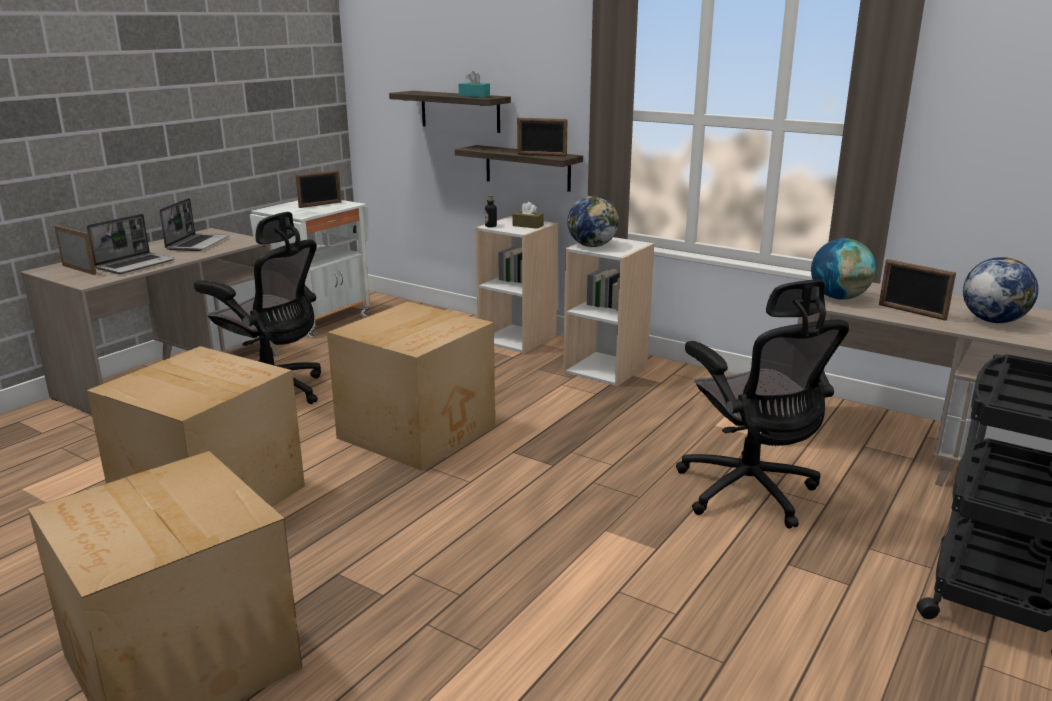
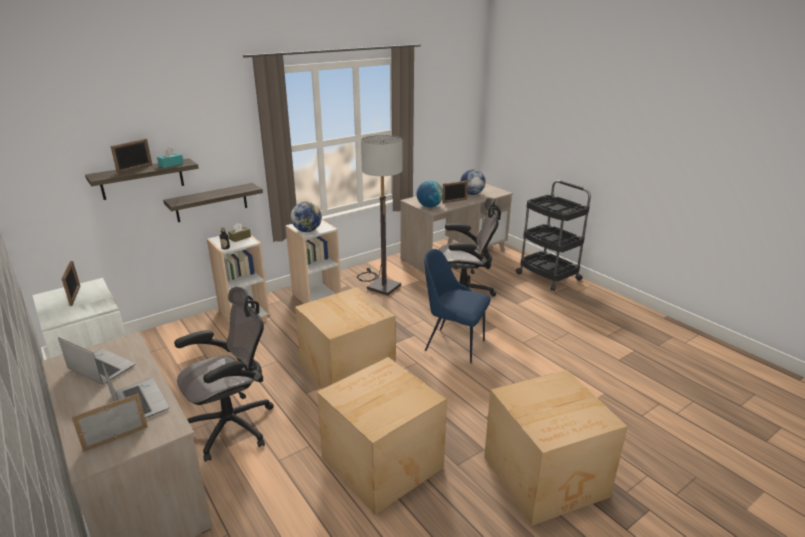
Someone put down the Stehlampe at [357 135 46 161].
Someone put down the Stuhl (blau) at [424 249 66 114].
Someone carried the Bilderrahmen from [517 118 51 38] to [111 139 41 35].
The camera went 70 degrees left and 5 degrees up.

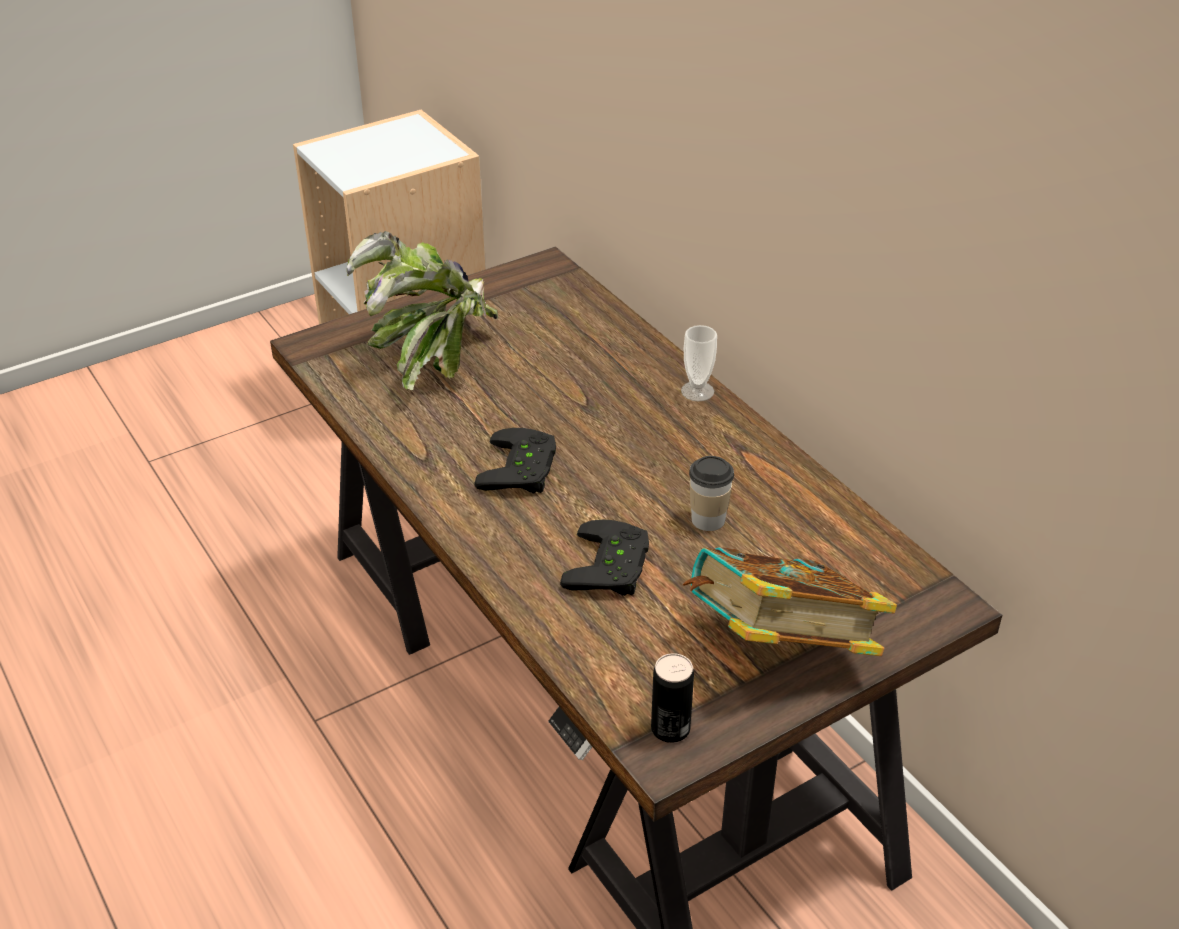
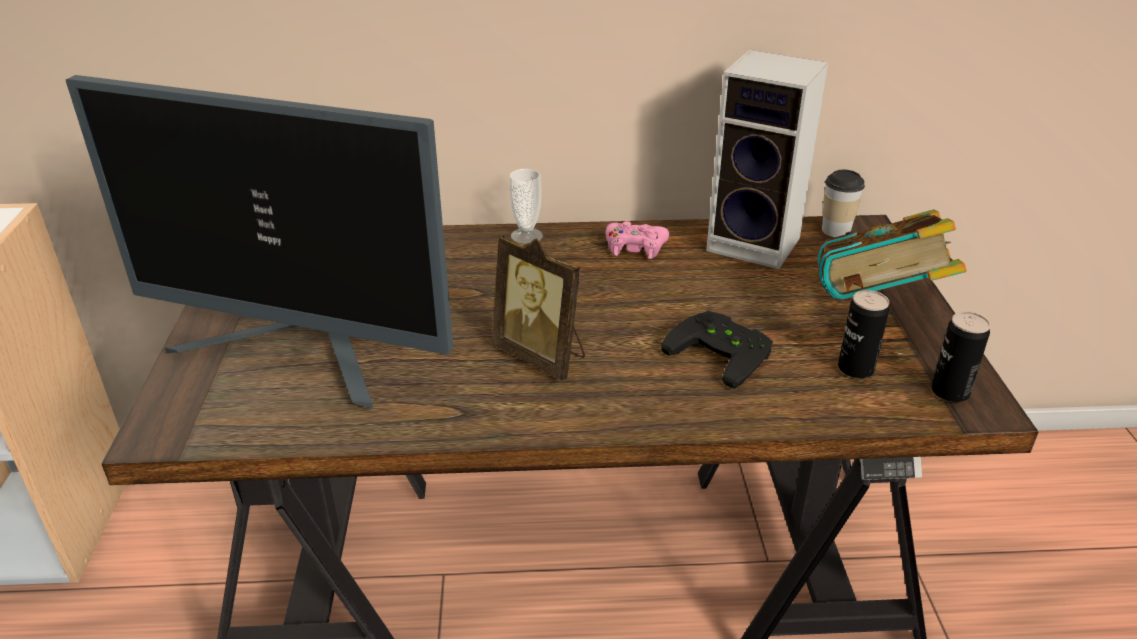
Someone put down the Gamepad (rosa) at [605 221 64 38].
Someone put down the Lautsprecher at [706 50 122 219].
Someone put down the Dose at [838 290 51 89].
Someone carried the Tasse from [689 456 45 75] to [822 170 43 67].
Someone swapped the Topfpflanze at [347 231 151 159] for the Monitor at [66 75 387 334].
Someone swapped the Gamepad (schwarz) at [474 428 82 66] for the Bilderrahmen at [492 234 93 146].
The camera went 60 degrees left and 5 degrees down.

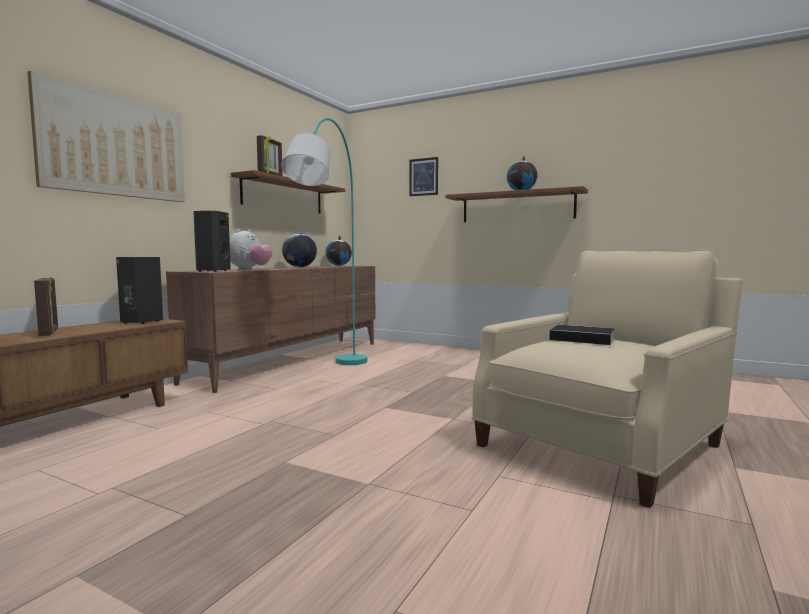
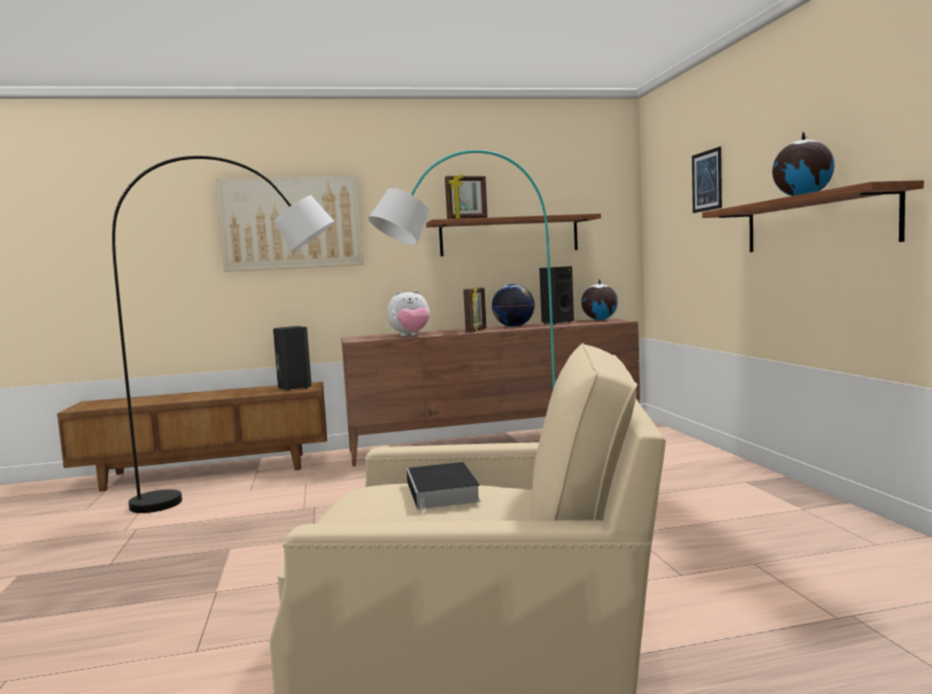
Someone put down the Stehlampe (grau) at [112 156 223 357].
Someone carried the Bilderrahmen from [34 277 24 59] to [463 287 23 45].
Someone carried the Lautsprecher (schwarz) from [193 211 38 61] to [539 266 35 58].
The camera went 50 degrees right and 0 degrees up.

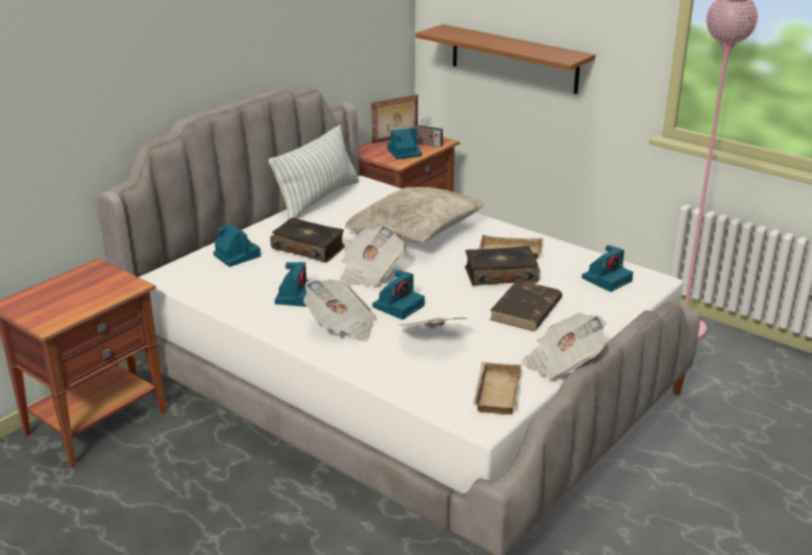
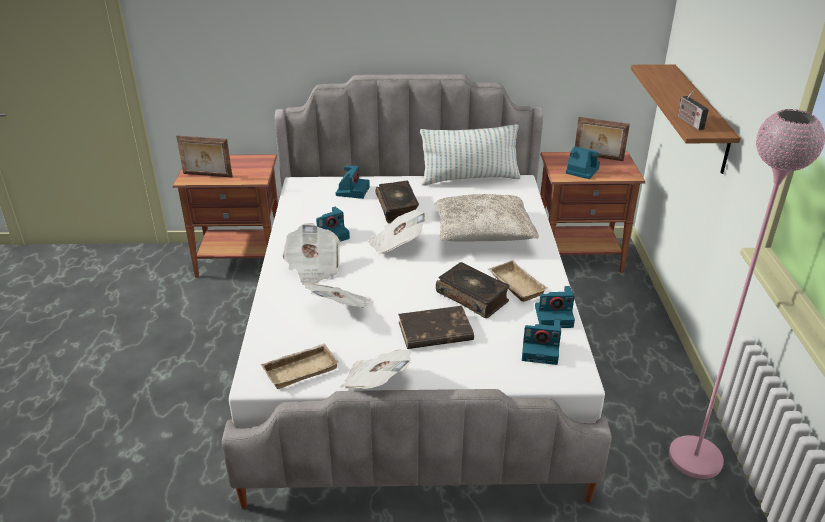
Someone put down the Bilderrahmen at [176 135 57 42].
Someone carried the Kamera from [372 270 53 50] to [535 286 40 42].
Someone carried the Radio from [411 118 32 29] to [678 89 31 41].
The camera went 50 degrees right and 5 degrees up.

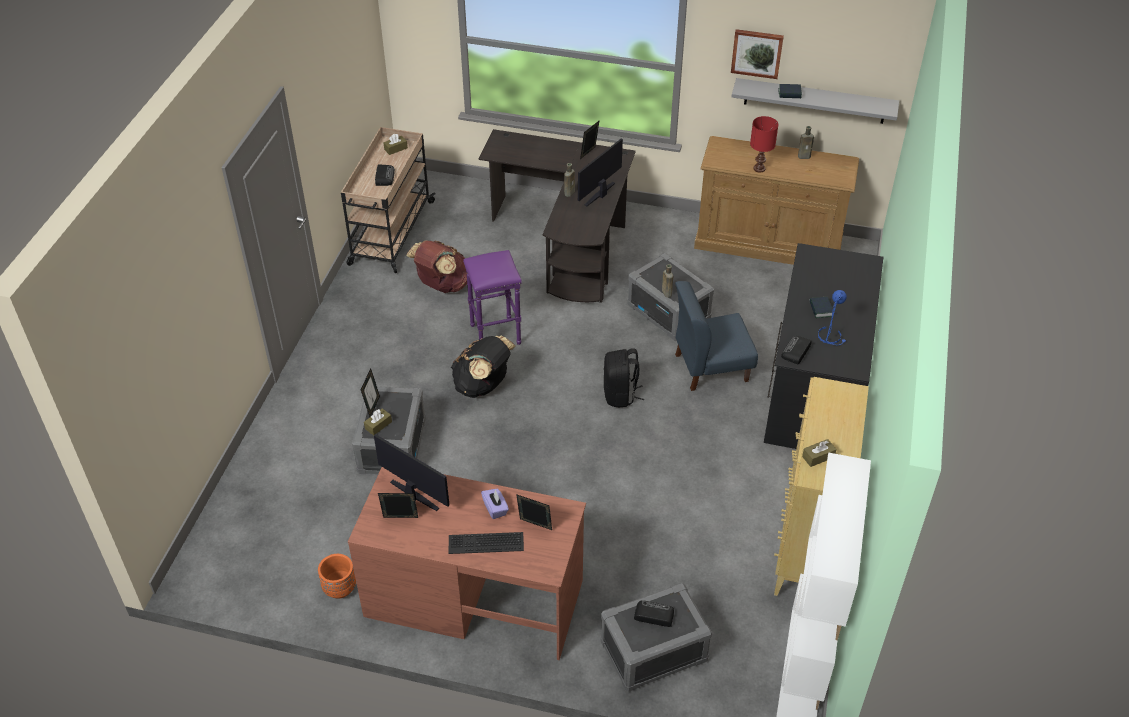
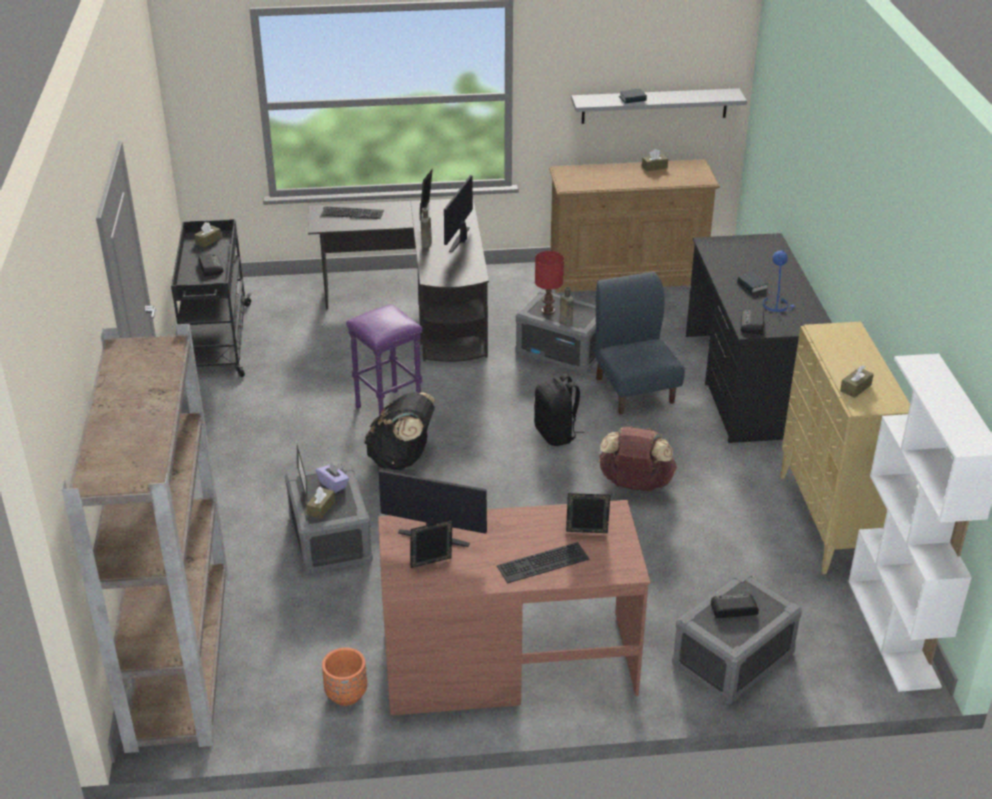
Someone took away the Bild at [731 29 53 50].
Someone put down the Bücherregal (braun) at [62 324 166 429].
Someone put down the Tastatur at [321 206 63 13].
Someone carried the Rucksack (braun) from [406 241 61 52] to [599 426 78 65].
Someone carried the Taschentuchbox (lila) from [481 489 28 30] to [316 462 33 31].
Someone carried the Tischlampe (rot) from [750 116 29 57] to [535 251 29 64].
Someone swapped the Flasche (braun) at [798 126 16 33] for the Taschentuchbox (braun) at [642 149 26 22].
Someone repainted the Rollwagen (beige) at [341 127 95 146], which became the Rollwagen (schwarz) at [171 219 81 158].
Someone rotated the Stuhl (blau) at [675 281 83 110] by 105 degrees clockwise.
The camera went 20 degrees left and 10 degrees down.

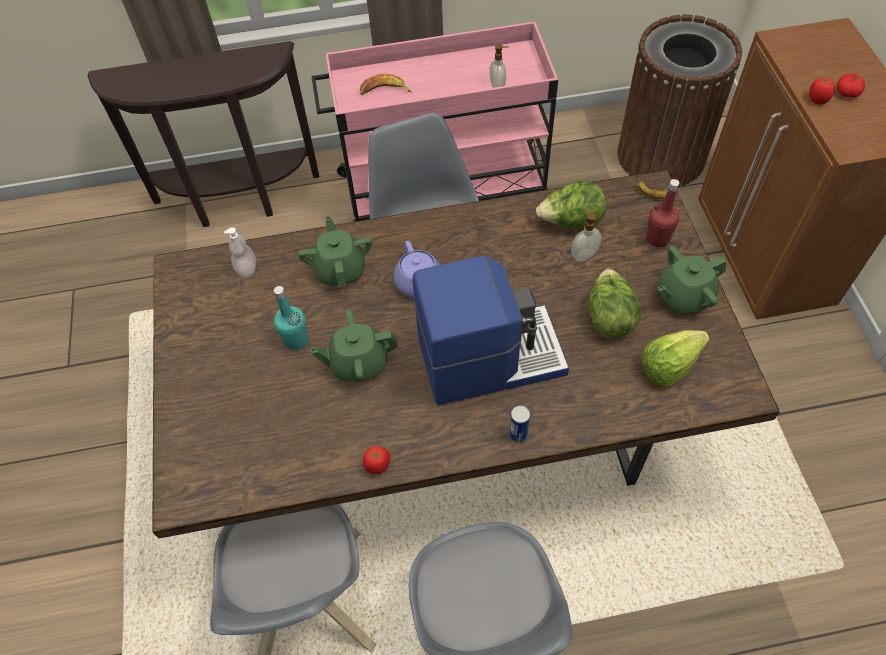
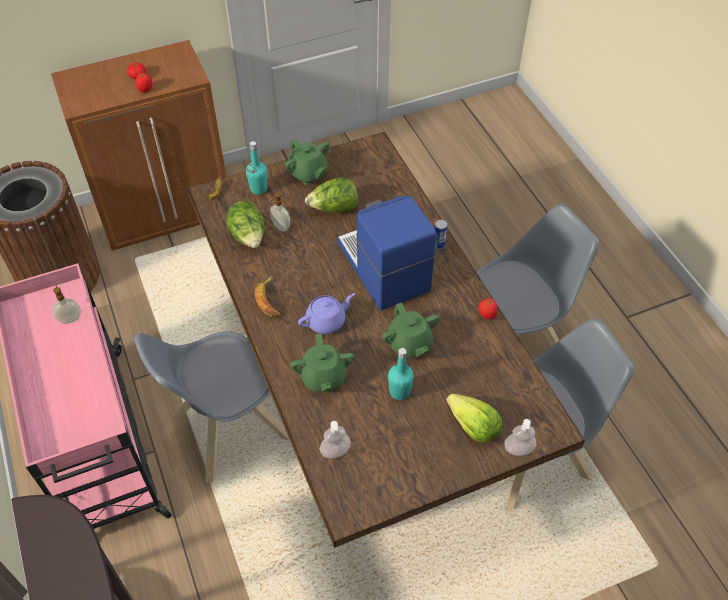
Someone put down the Seifenspender at [504 419 32 37].
Someone carried the Banane from [360 74 52 21] to [254 276 26 41].
Someone carried the Salatkopf from [642 330 68 56] to [446 394 56 49].
Someone repainted the Flasche (rot) at [646 179 33 68], which became the Flasche (türkis) at [246 141 21 54].
Someone rotated the Teekanne (grün) at [298 216 75 72] by 75 degrees counterclockwise.
The camera went 105 degrees left and 5 degrees down.

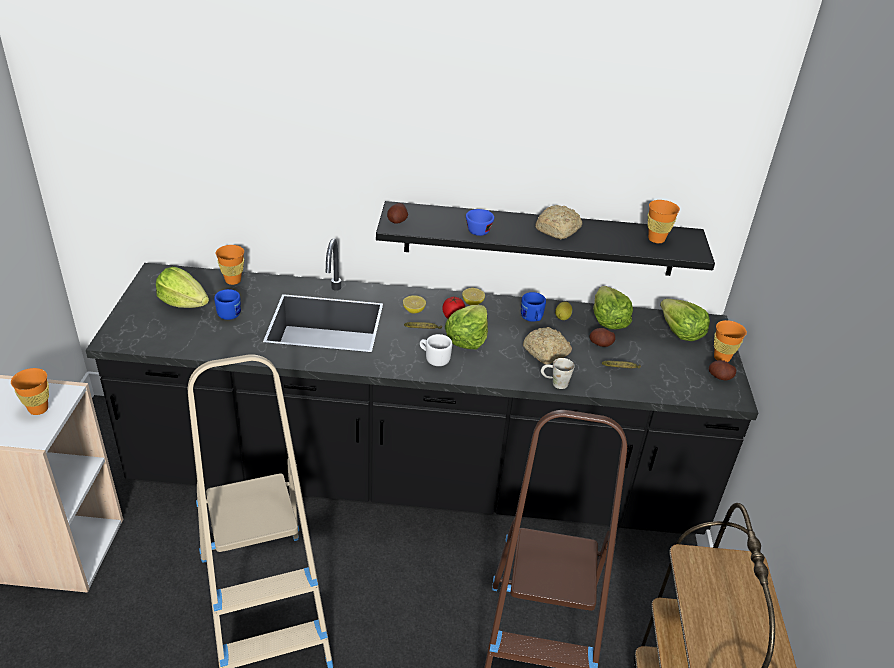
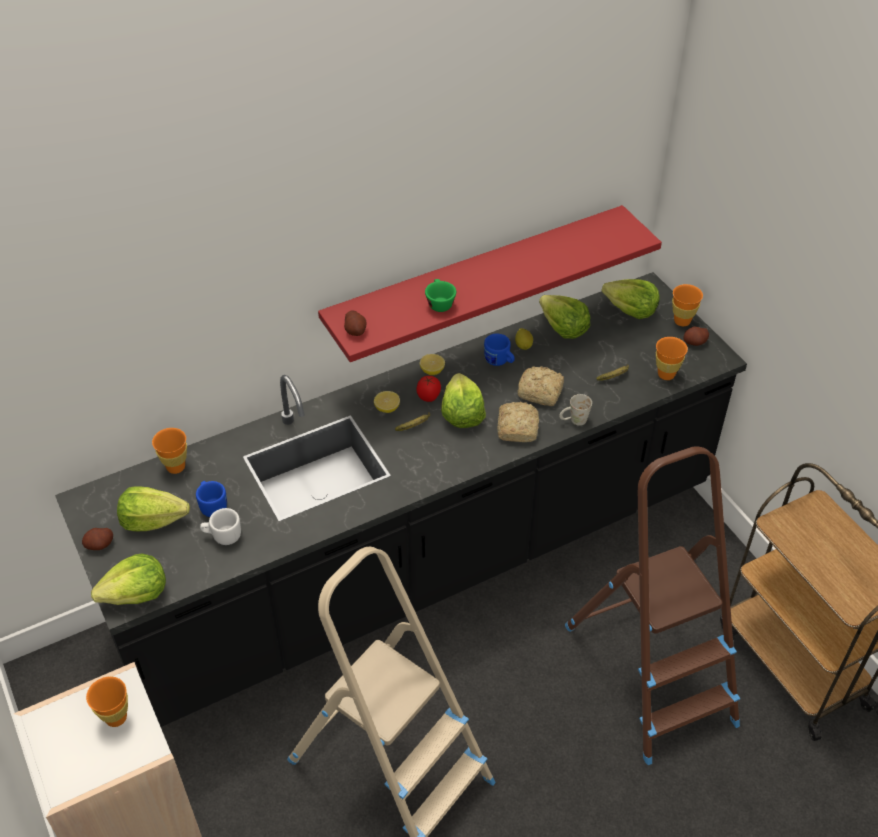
Someone put down the Salatkopf at [91 553 75 52].
Someone carried the Henkelbecher (weiß) from [420 334 32 32] to [200 508 41 37].
Someone carried the Brot from [535 205 47 34] to [497 402 42 40].
Someone carried the Kartoffel from [589 328 26 19] to [82 528 31 22].
Someone carried the Tasse (orange) from [648 200 32 43] to [656 337 32 43].
Someone repainted the Wandregal (schwarz) at [376 201 339 75], which became the Wandregal (rot) at [318 205 344 157].
Someone repainted the Tasse (blau) at [466 209 28 27], which became the Tasse (grün) at [425 279 31 33].
The camera went 30 degrees left and 10 degrees up.

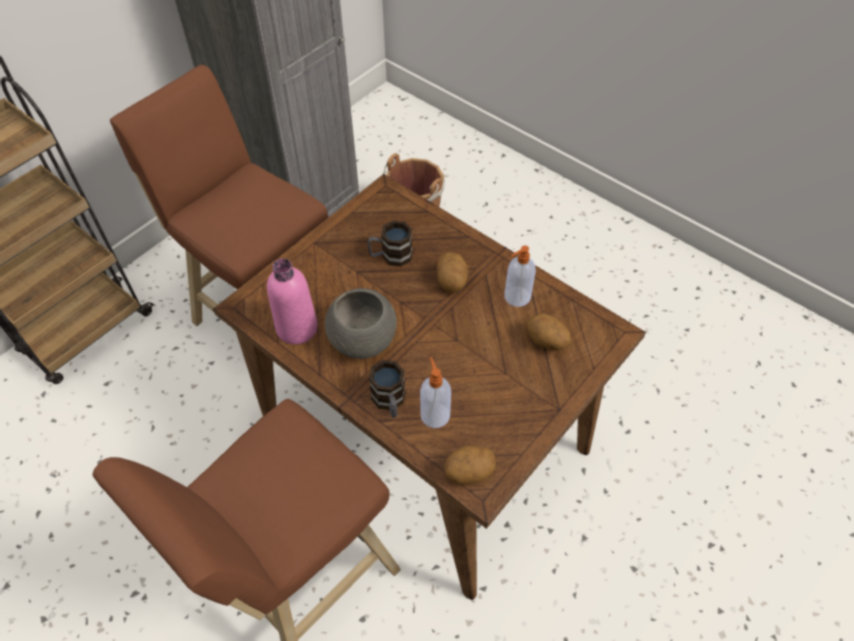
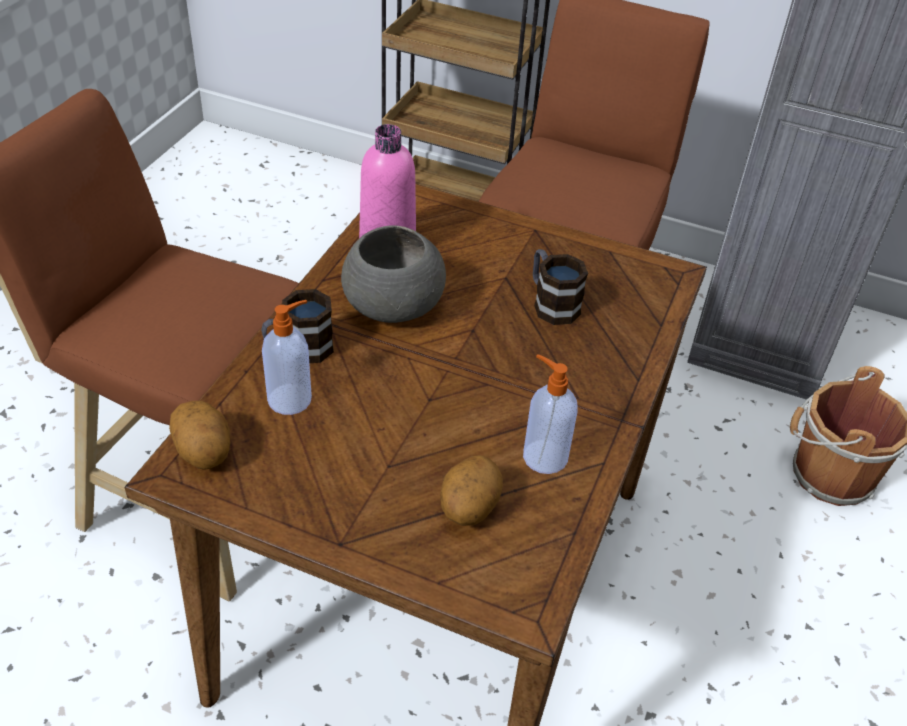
Someone took away the Kartoffel at [437 252 32 41].
The camera went 70 degrees right and 10 degrees down.

